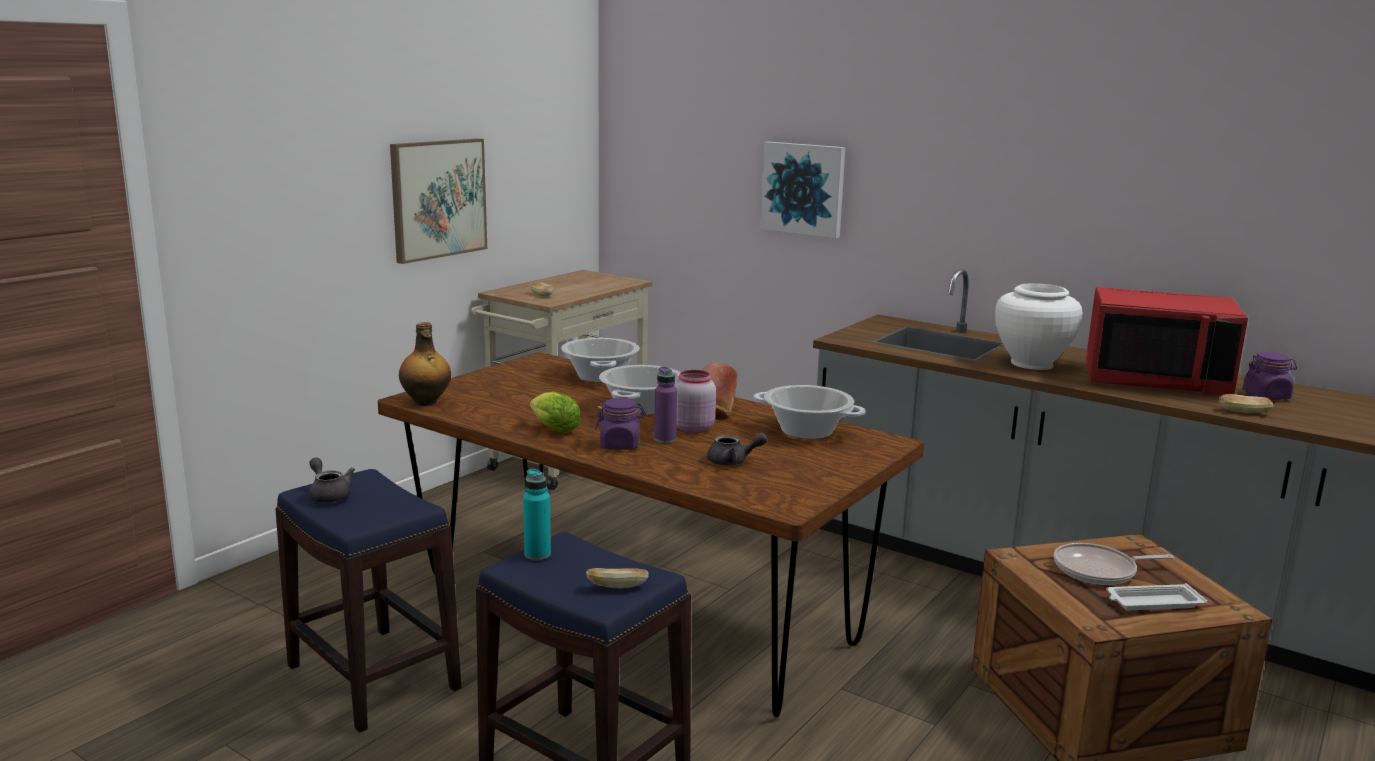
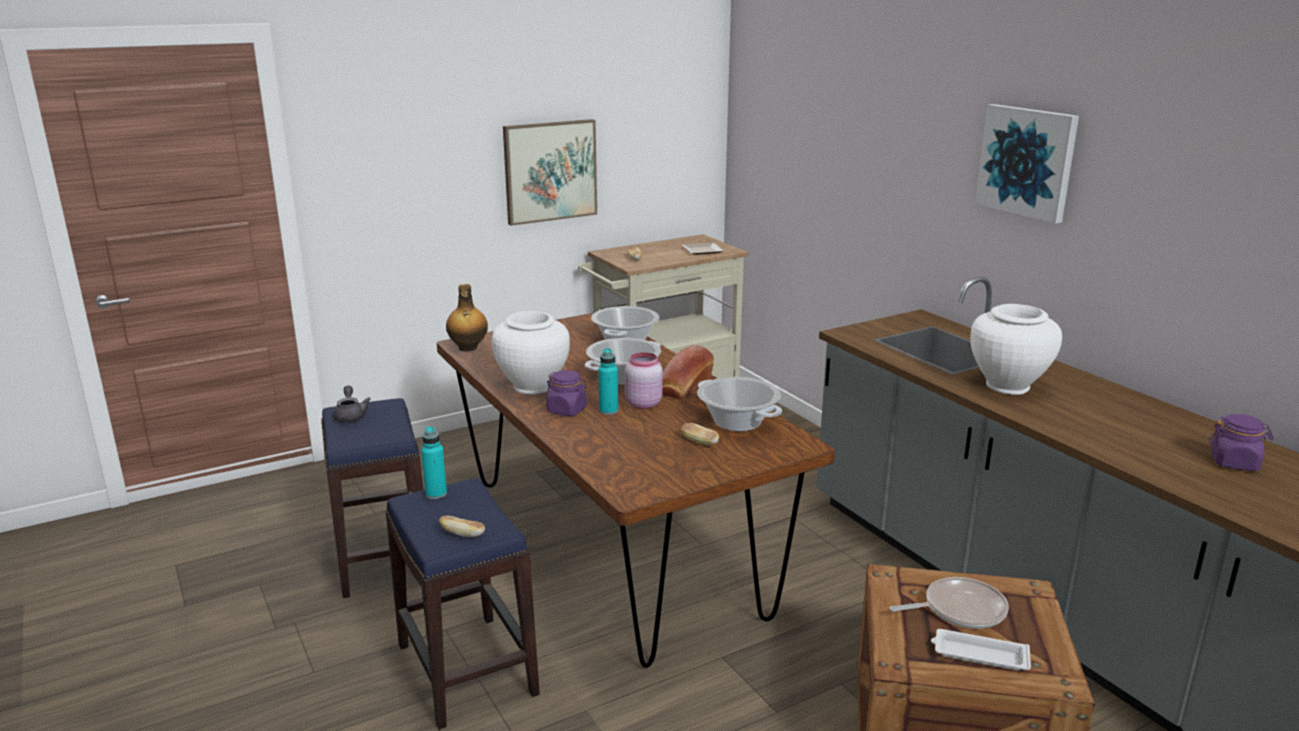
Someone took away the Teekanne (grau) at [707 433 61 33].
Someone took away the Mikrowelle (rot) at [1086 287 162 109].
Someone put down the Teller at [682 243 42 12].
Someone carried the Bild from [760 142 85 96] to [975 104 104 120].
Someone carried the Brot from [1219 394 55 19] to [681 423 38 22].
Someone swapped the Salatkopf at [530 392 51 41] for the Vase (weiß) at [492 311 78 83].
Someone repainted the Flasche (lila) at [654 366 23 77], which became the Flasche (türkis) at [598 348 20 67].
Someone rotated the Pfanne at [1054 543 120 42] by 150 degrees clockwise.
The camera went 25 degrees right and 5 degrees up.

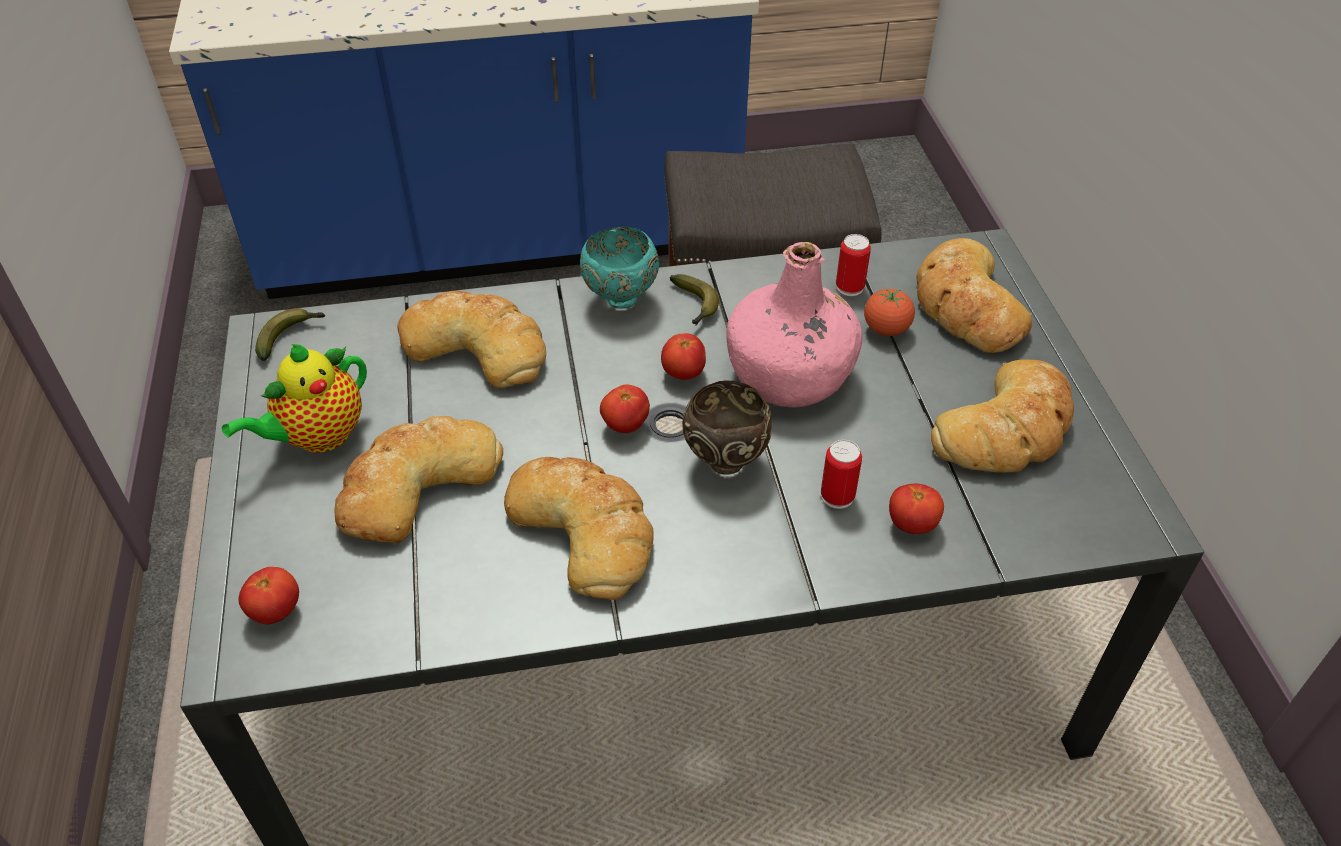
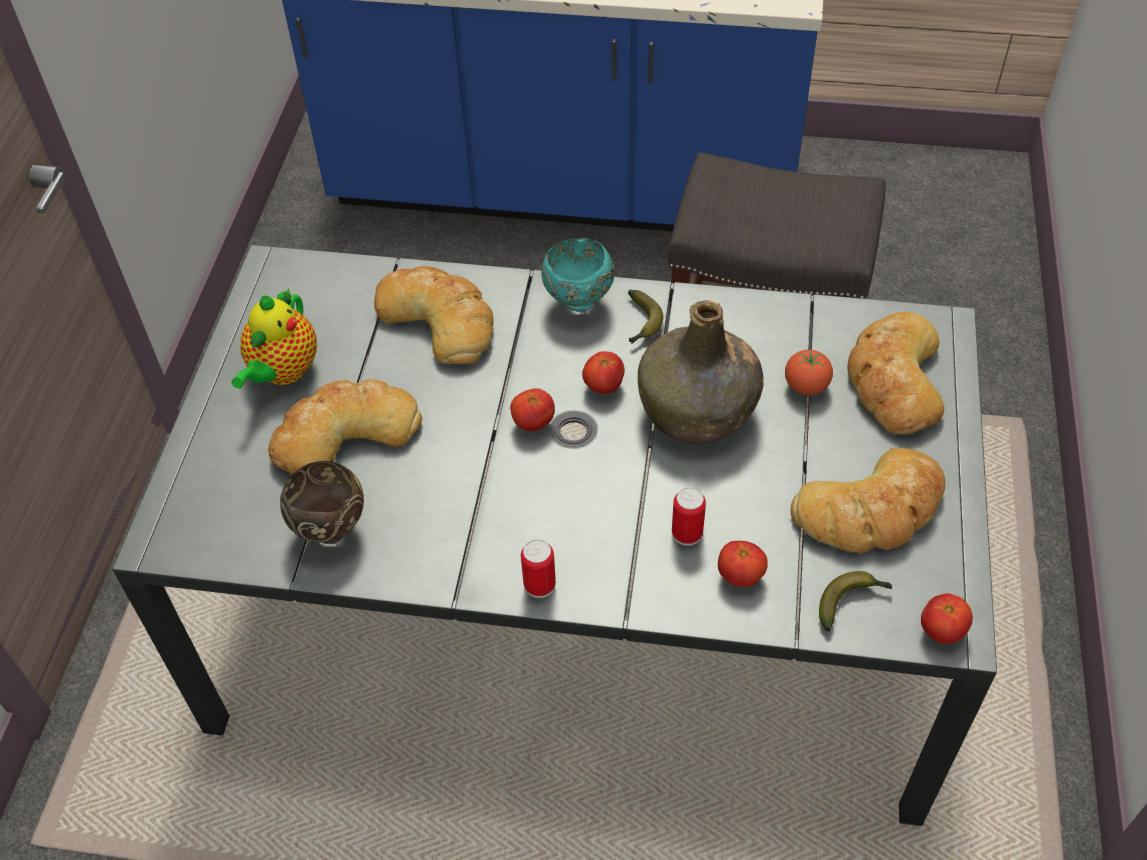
Someone took away the Brot at [504 457 150 143].
Someone carried the Tomate from [238 567 61 57] to [921 594 52 50].
Someone carried the Banane from [255 308 70 53] to [819 571 73 60].
Someone carried the Schüssel (braun) from [682 380 90 95] to [280 461 84 83].
Someone carried the Dose from [836 234 35 62] to [521 539 35 59].
Someone repainted the Flasche (rosa) at [726 242 136 165], which became the Flasche (grün) at [638 300 126 144].
Someone rotated the Teekanne at [222 344 145 109] by 45 degrees counterclockwise.
The camera went 20 degrees right and 5 degrees up.

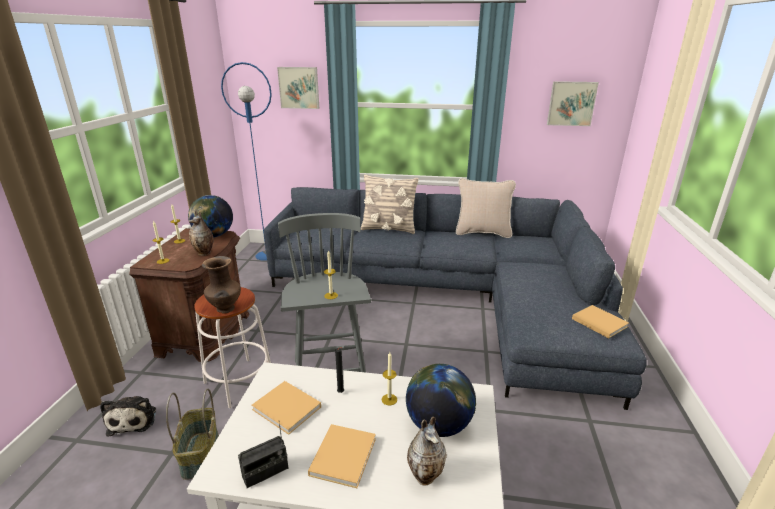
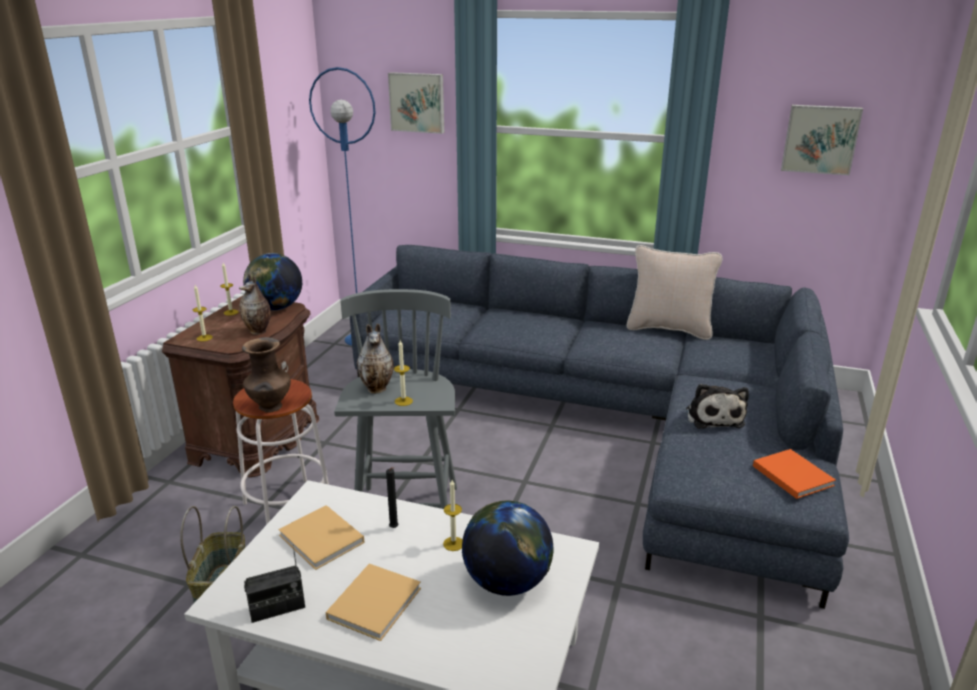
Someone took away the Kissen (beige) at [361 175 58 59].
Someone carried the Plüschtier from [100 396 56 41] to [686 384 63 45].
Someone carried the Vase from [407 417 40 69] to [357 324 37 69].
Someone repainted the Buch (beige) at [572 305 57 33], which became the Buch (orange) at [753 449 83 50].
The camera went 10 degrees right and 0 degrees up.

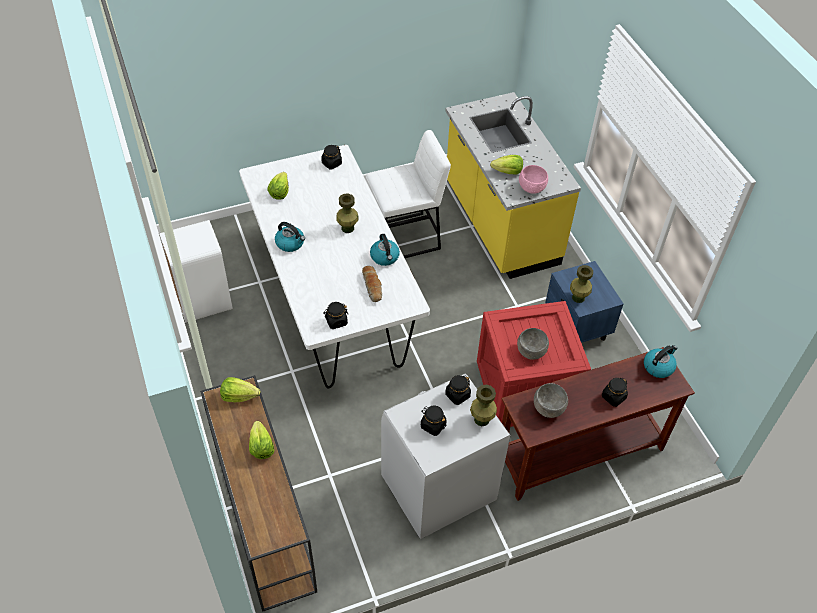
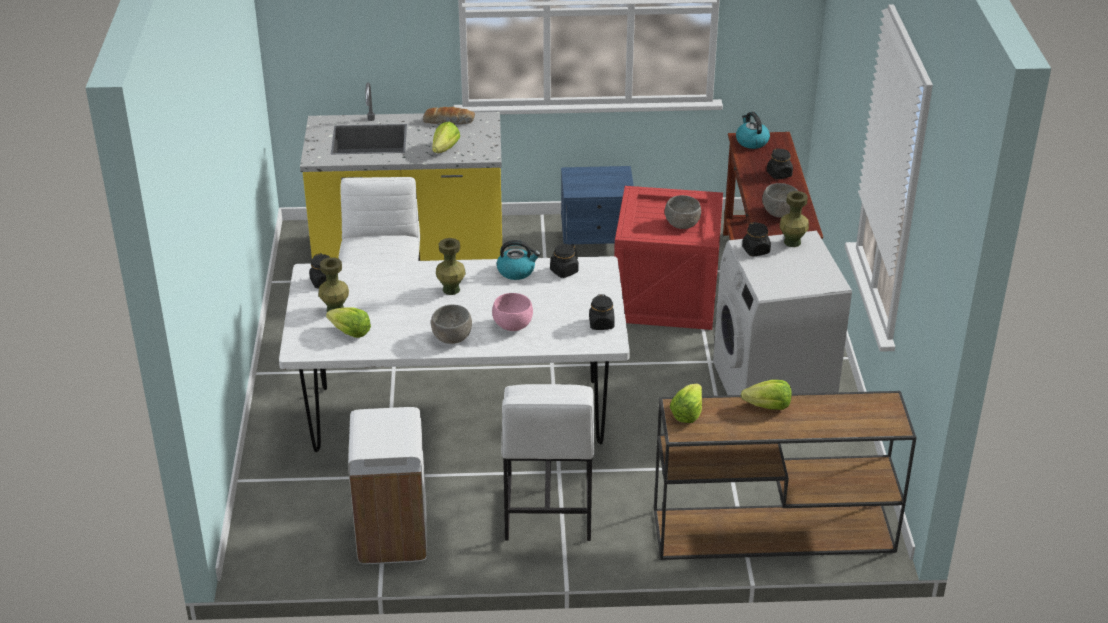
Someone put down the Stuhl (weiß) at [501 384 93 157].
Someone carried the Brot from [362 266 20 36] to [423 107 52 17].
Someone carried the Vorratsglas (schwarz) from [421 406 26 30] to [550 244 29 34].
Someone carried the Schüssel (rosa) from [519 165 29 29] to [492 293 41 38].
Someone carried the Vase (grün) from [570 265 23 38] to [319 257 30 55].
Someone swapped the Wasserkessel at [275 222 30 30] for the Schüssel (grau) at [431 305 41 39].
The camera went 70 degrees left and 15 degrees down.

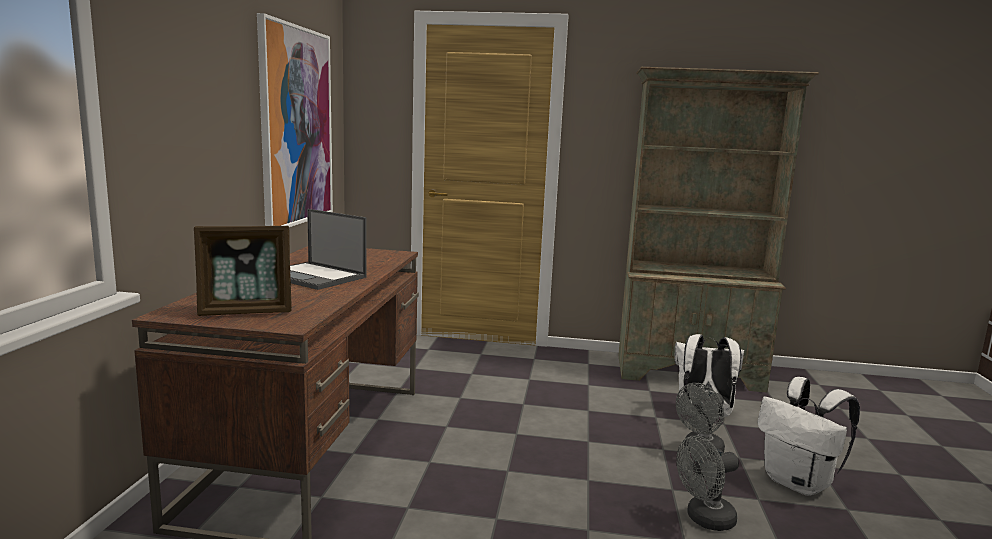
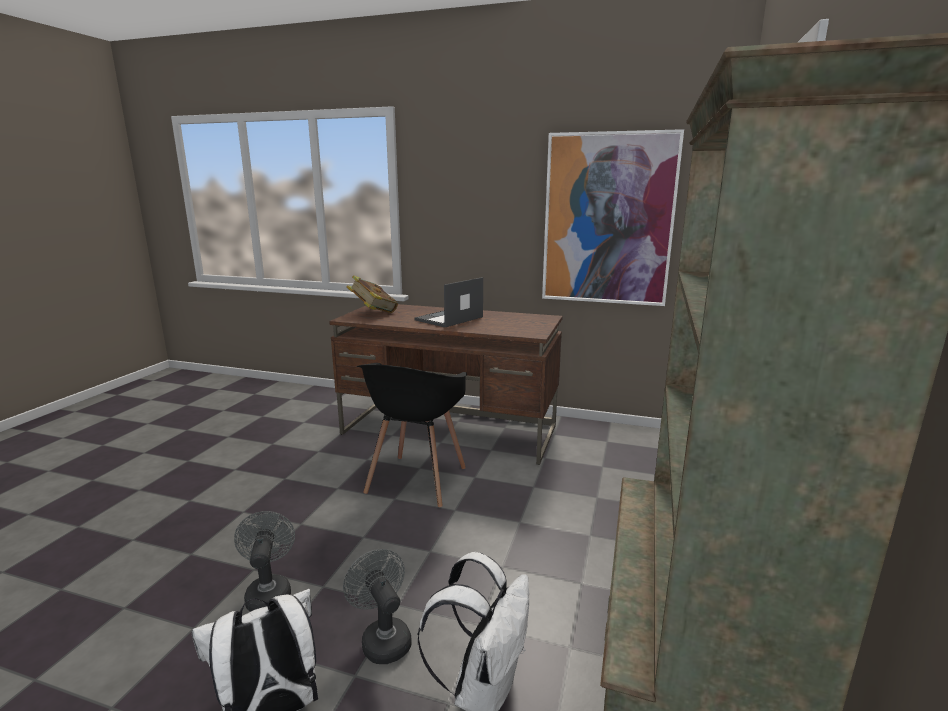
Someone put down the Stuhl (schwarz) at [356 363 111 145].
Someone swapped the Bilderrahmen at [194 226 98 90] for the Buch at [347 275 51 38].
The camera went 100 degrees right and 5 degrees up.

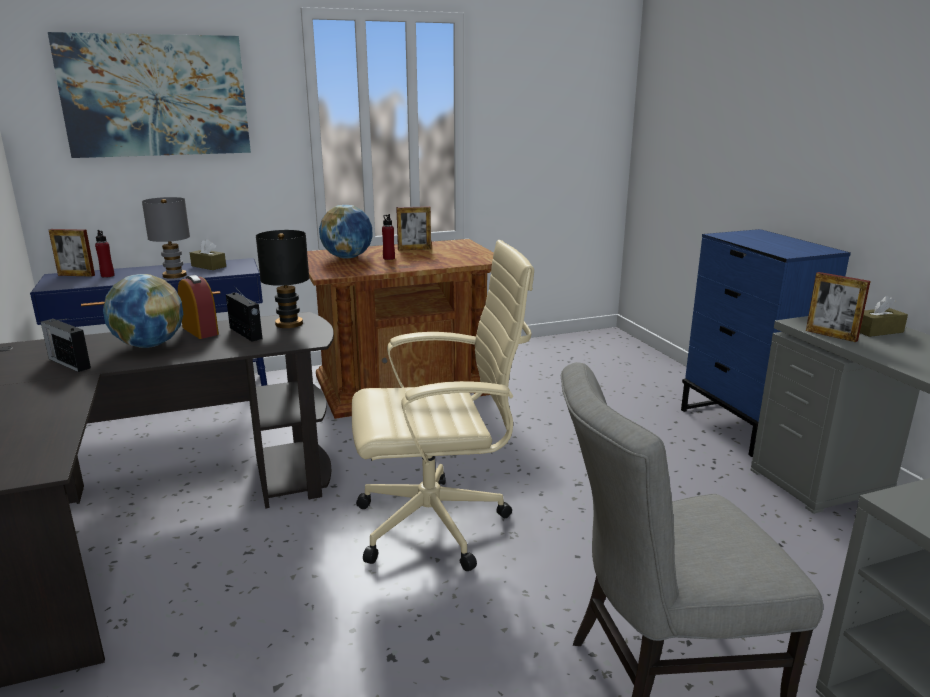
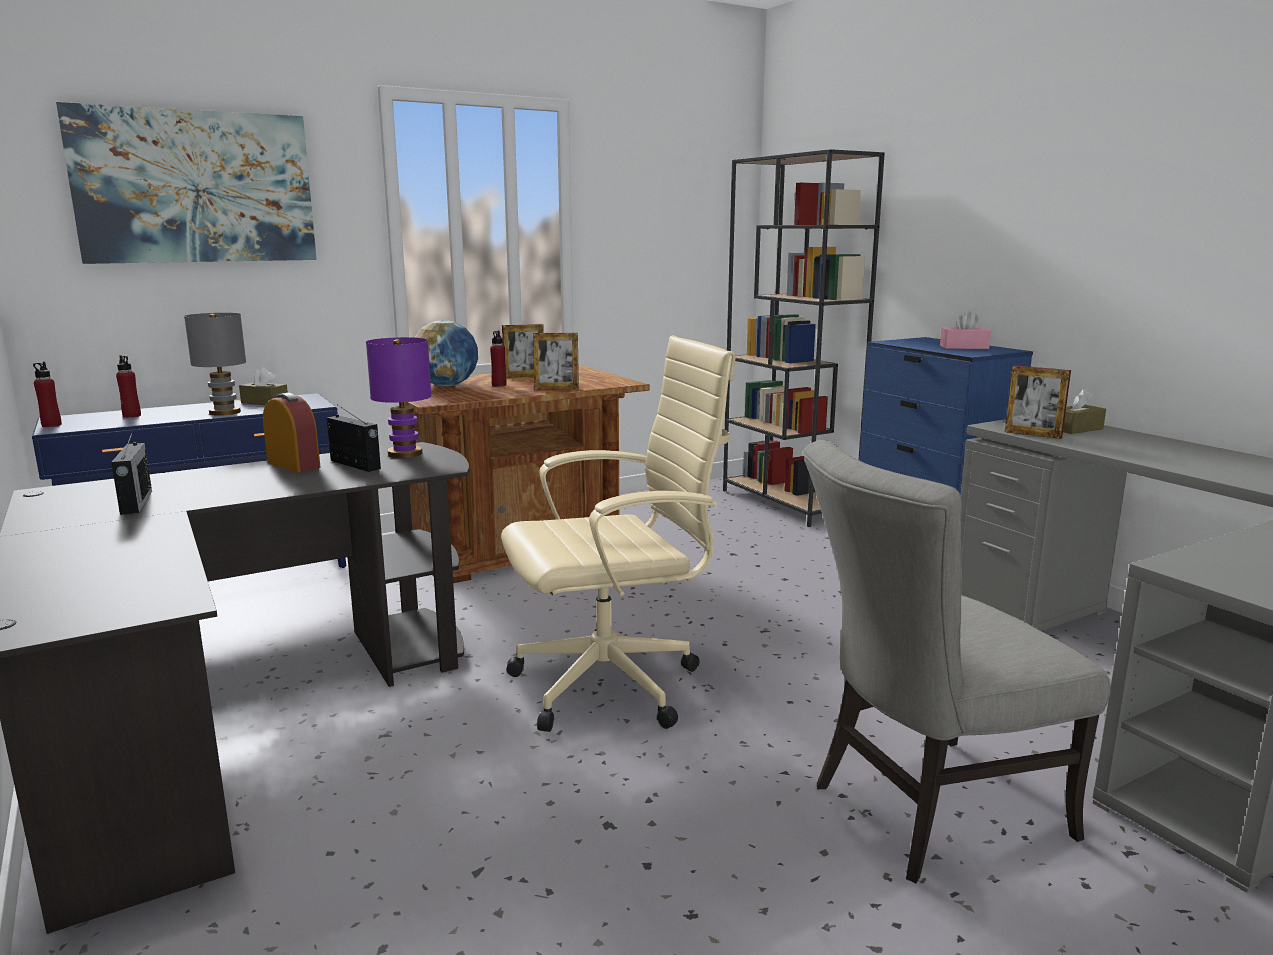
Someone took away the Globus at [103 274 80 74].
Someone put down the Flasche (rot) at [33 362 29 65].
Someone put down the Bücherregal at [723 149 162 378].
Someone put down the Taschentuchbox (rosa) at [940 311 51 38].
Someone carried the Bilderrahmen from [49 229 46 48] to [533 333 46 57].
Someone repainted the Tischlampe (schwarz) at [256 230 53 98], which became the Tischlampe (lila) at [366 337 65 121].
Someone rotated the Radio at [41 318 50 54] by 135 degrees counterclockwise.
The camera went 10 degrees left and 5 degrees down.

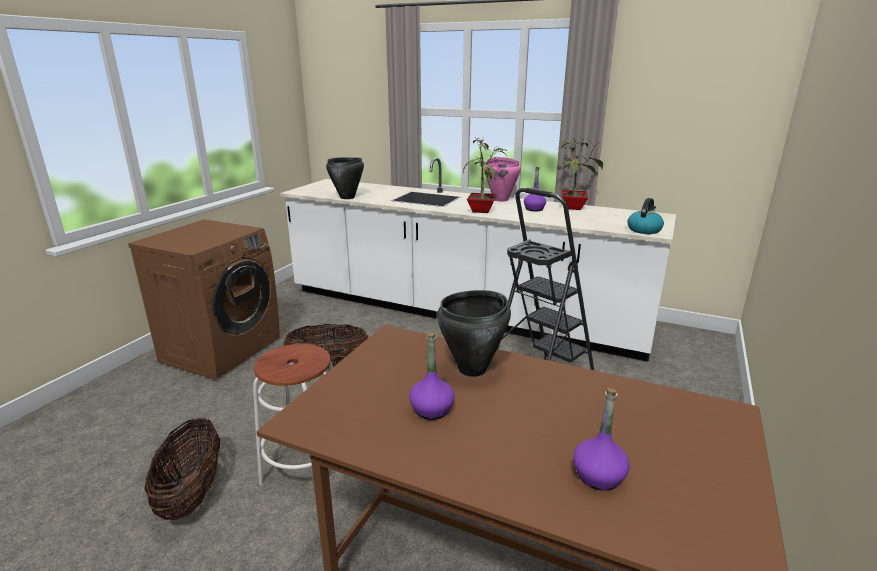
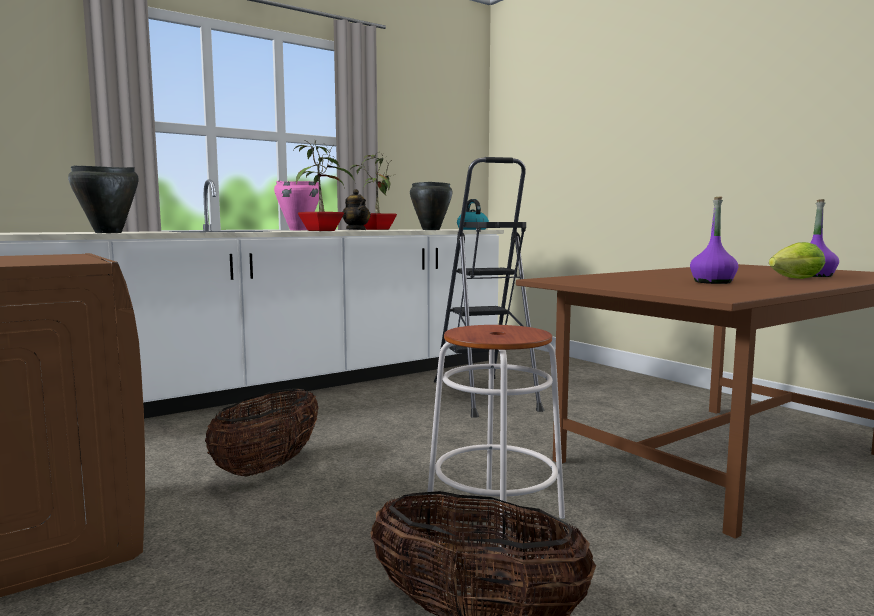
Someone put down the Salatkopf at [769 242 56 37].
Someone carried the Kochtopf (schwarz) from [437 290 74 87] to [410 182 42 48].
Someone swapped the Flasche (lila) at [524 167 22 44] for the Teekanne at [342 189 28 41].
The camera went 60 degrees left and 15 degrees down.

